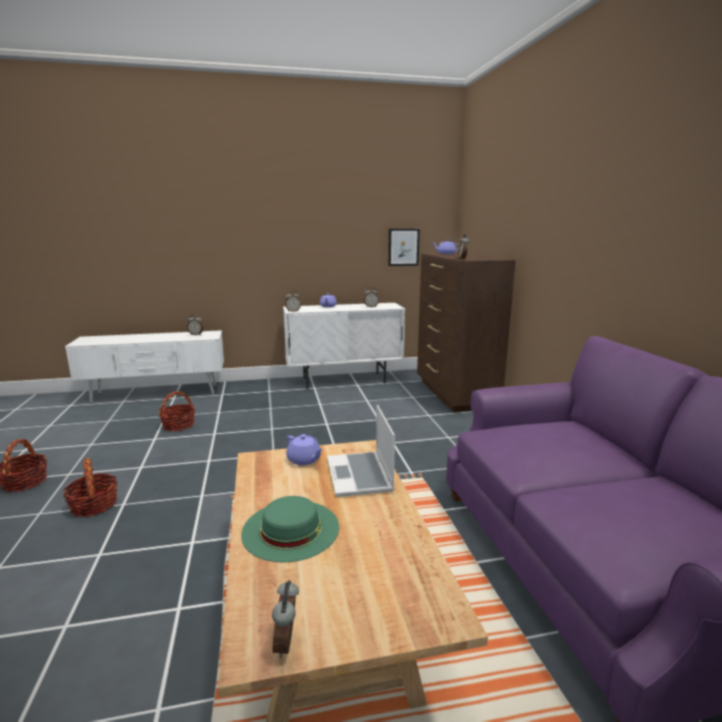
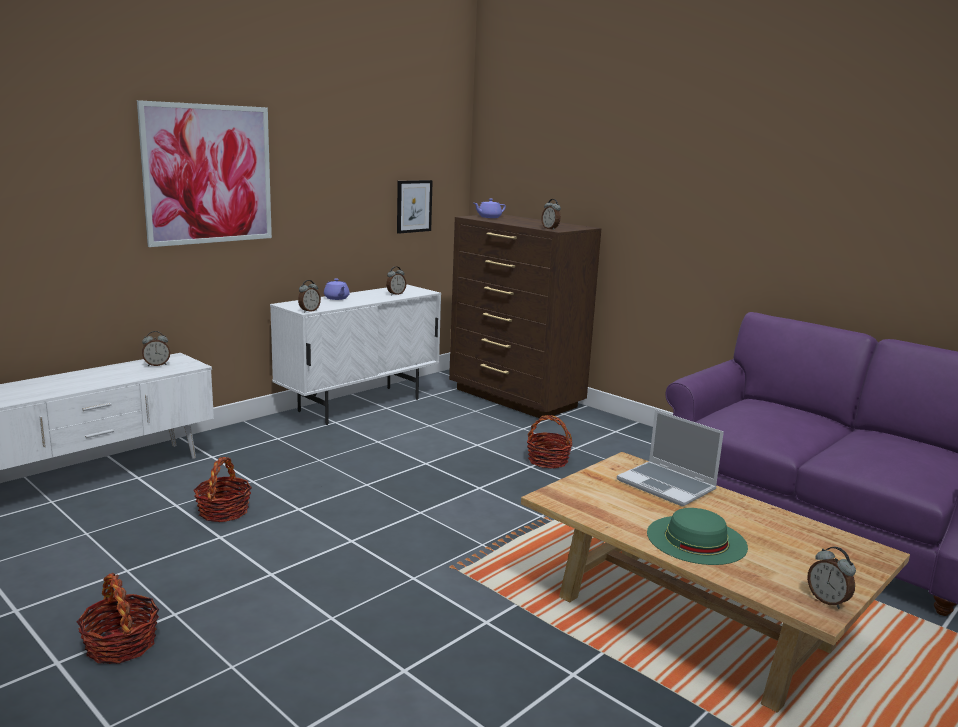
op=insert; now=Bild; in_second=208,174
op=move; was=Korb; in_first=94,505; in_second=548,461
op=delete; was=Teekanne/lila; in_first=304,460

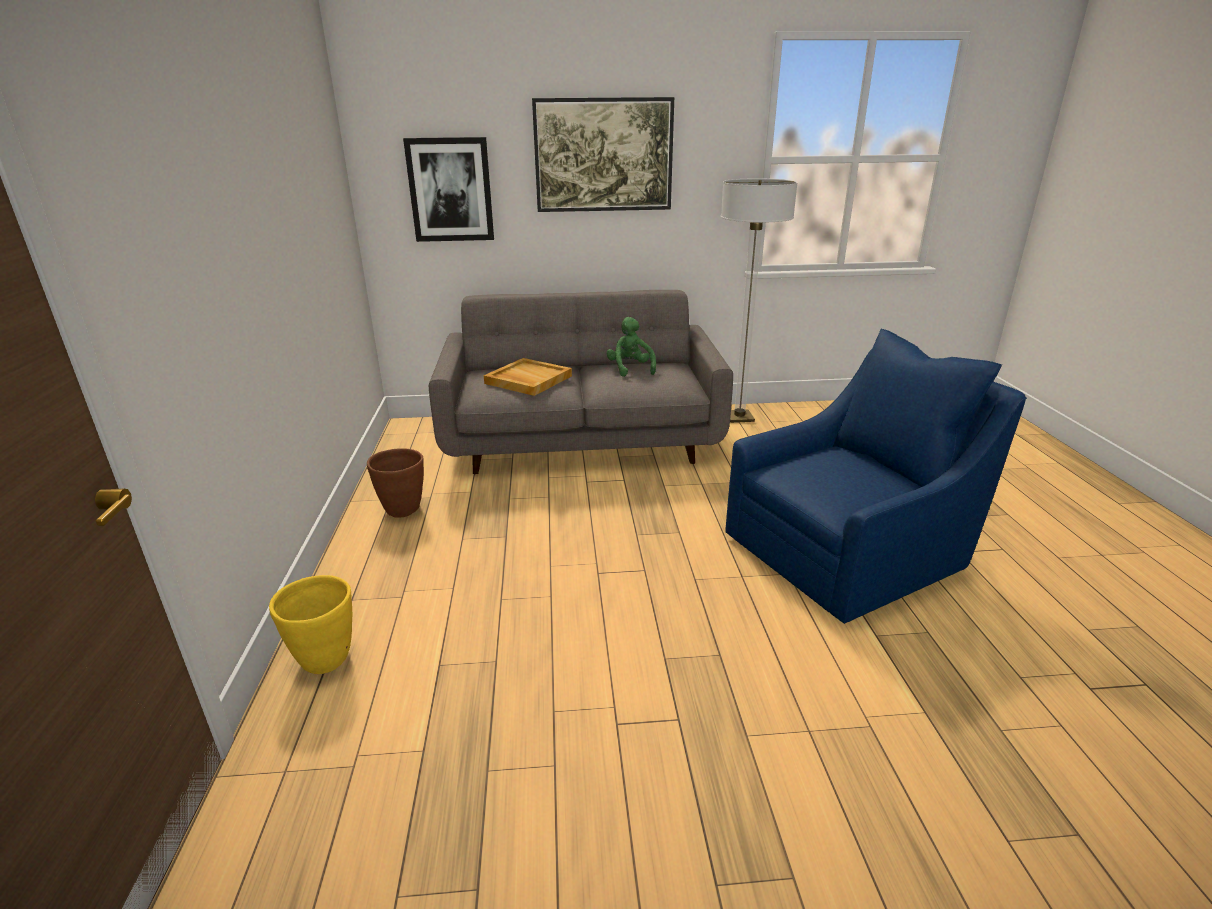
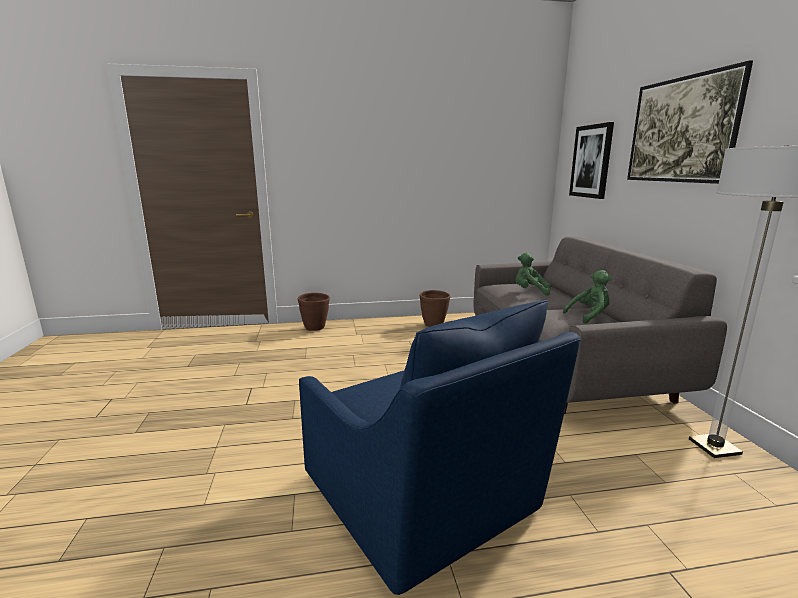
op=recolor; was=Pflanzkübel/gelb; now=Pflanzkübel/braun; in_first=326,659; in_second=315,328
op=replace; was=Tablett/beige; now=Plüschtier/grün; in_first=527,380; in_second=530,292

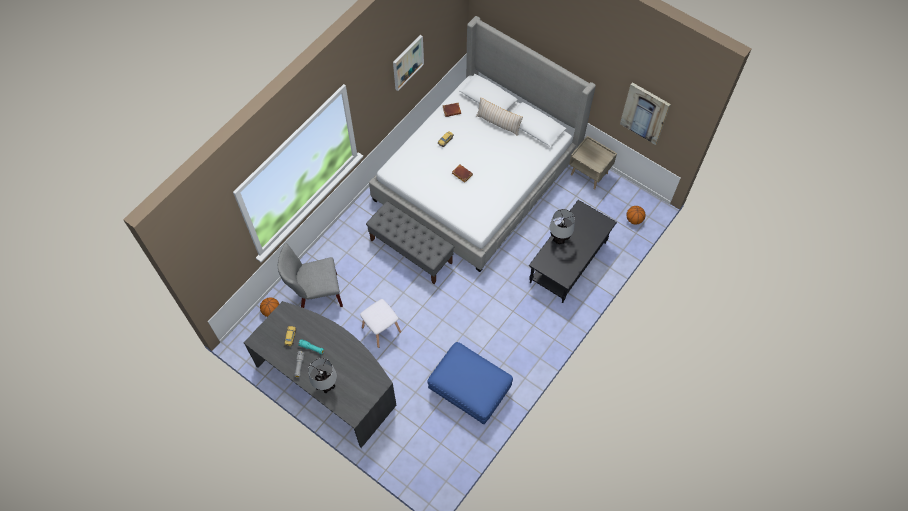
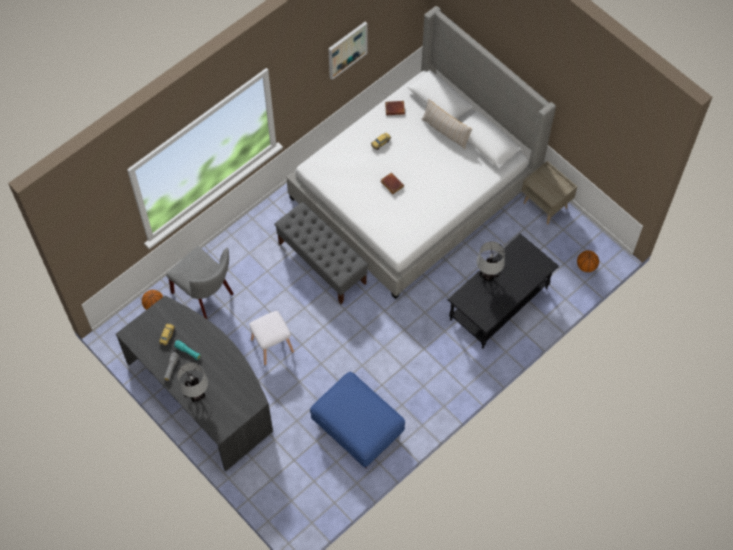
op=rotate; was=Stuhl/grau; in_first=315,294; in_second=206,294; clockwise=-135
op=delete; was=Bild; in_first=645,113

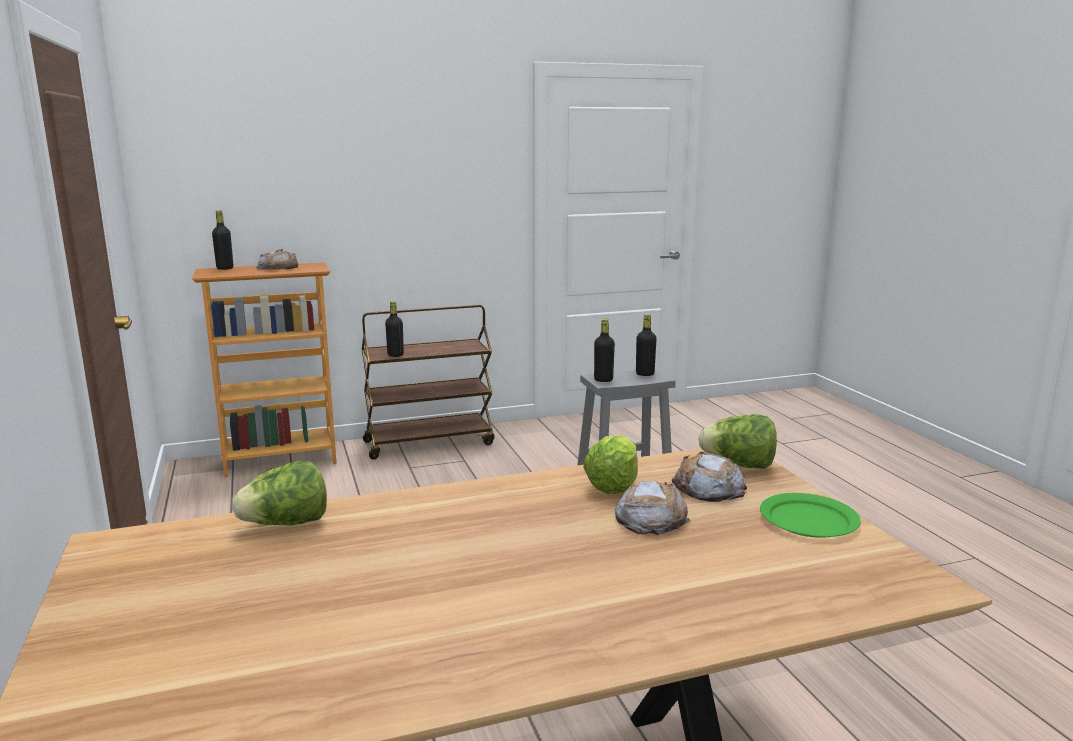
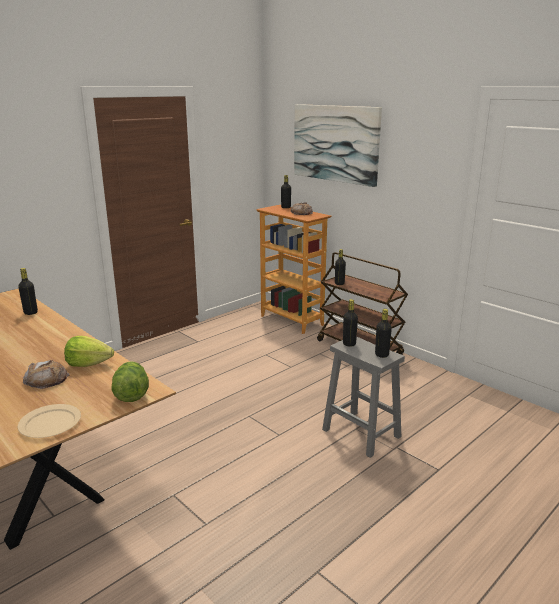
op=replace; was=Salatkopf; now=Flasche/schwarz; in_first=286,524; in_second=30,312
op=recolor; was=Teller/grün; now=Teller/beige; in_first=808,520; in_second=49,423
op=insert; now=Bild; in_second=335,143
op=delete; was=Brot; in_first=708,487

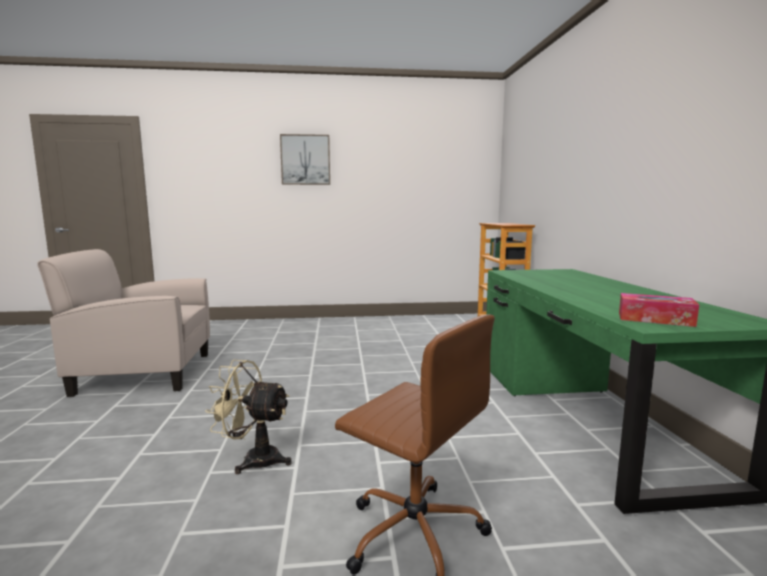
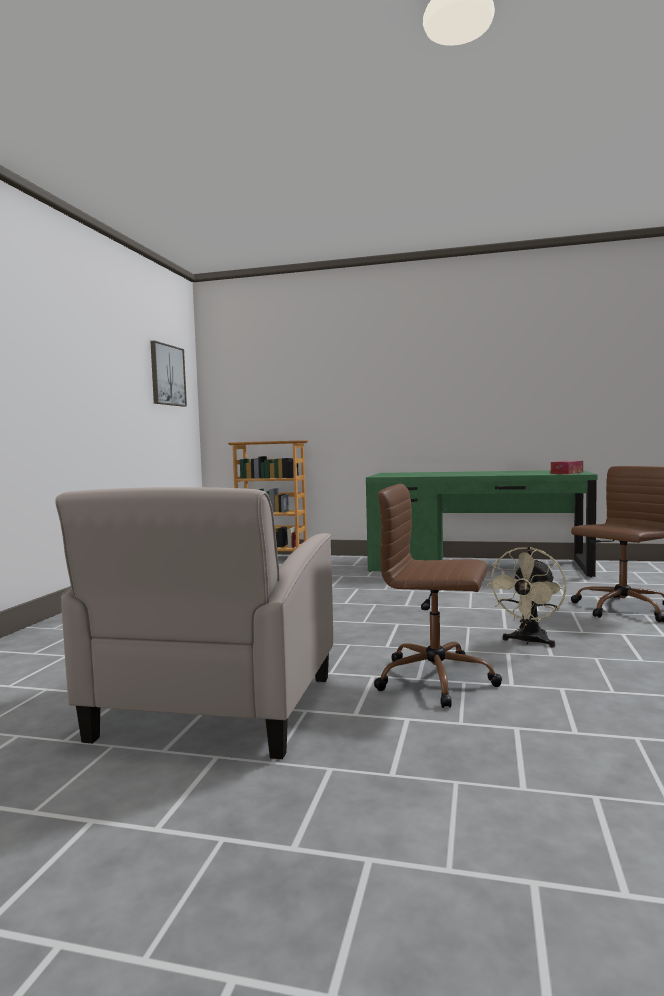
op=move; was=Bild; in_first=305,160; in_second=167,375
op=insert; now=Bürostuhl/braun; in_second=437,680

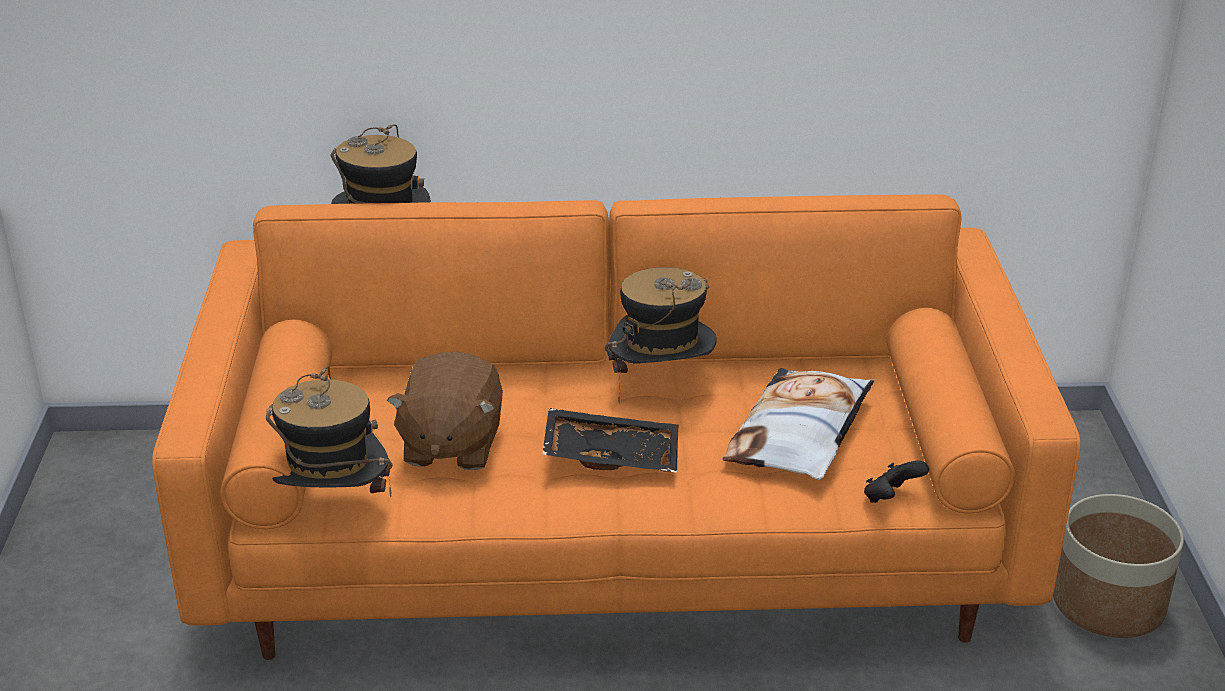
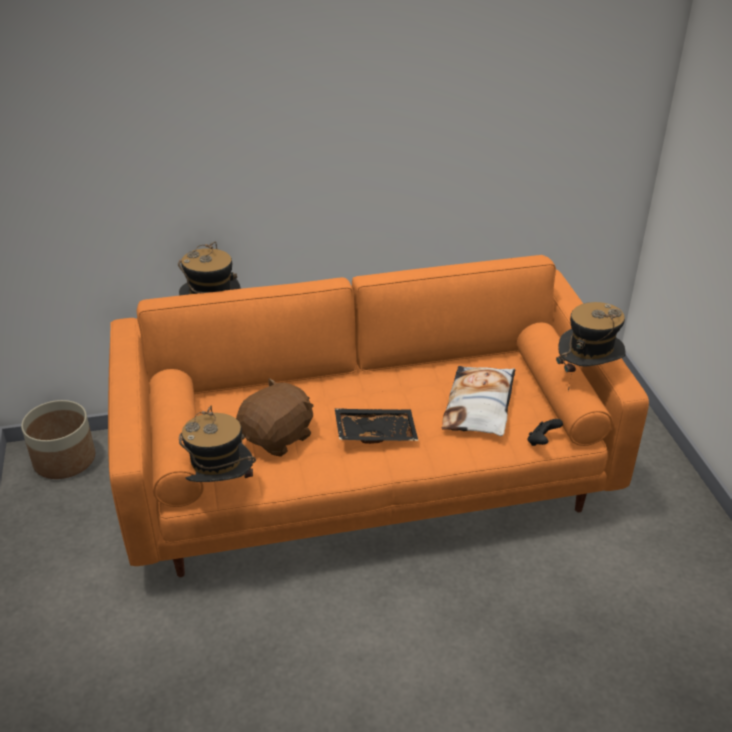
op=move; was=Pflanzkübel; in_first=1108,603; in_second=65,459
op=rotate; was=Plüschtier/braun; in_first=450,445; in_second=278,437; clockwise=-135
op=move; was=Hut; in_first=661,386; in_second=586,376

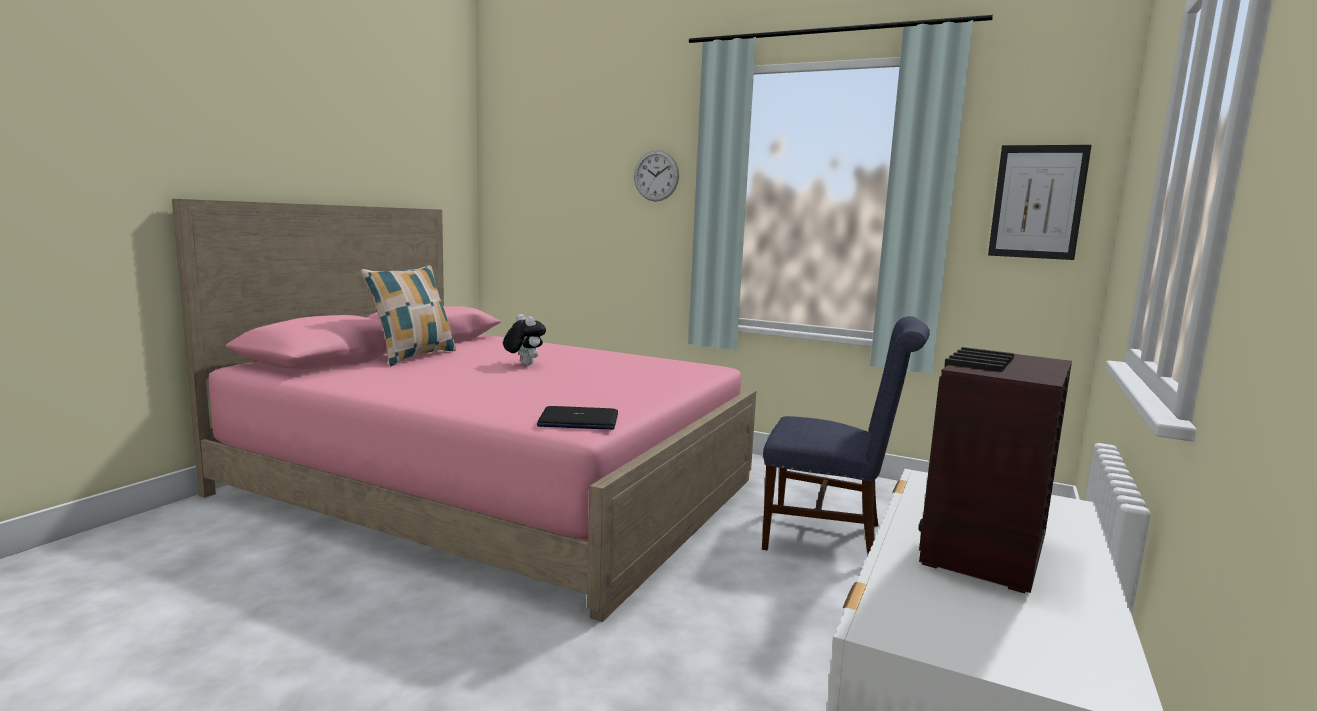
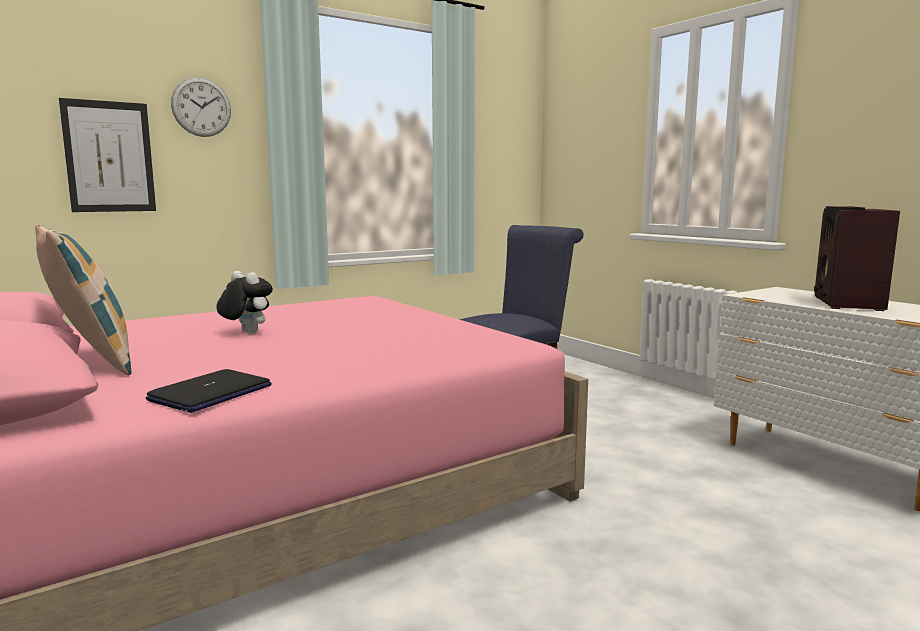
op=move; was=Bild; in_first=1037,202; in_second=109,157
op=move; was=Laptop; in_first=578,421; in_second=211,393
op=rotate; was=Plüschtier; in_first=523,364; in_second=246,333; clockwise=45
op=rotate; was=Radio; in_first=980,550; in_second=847,304; clockwise=45

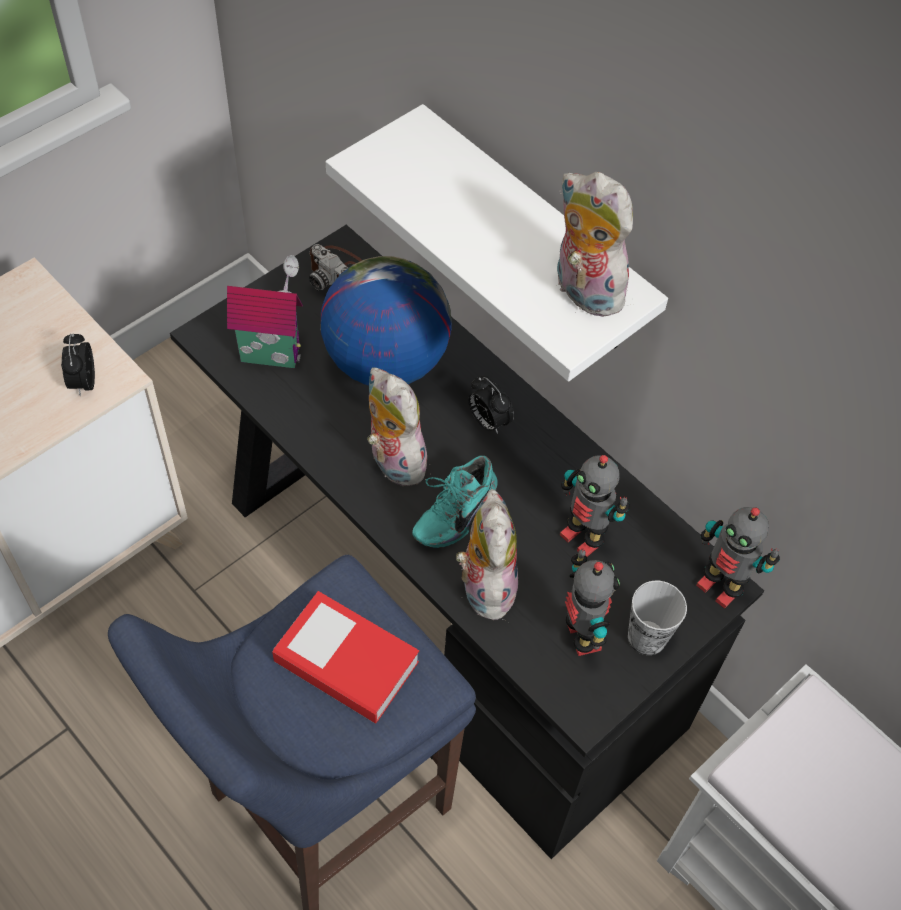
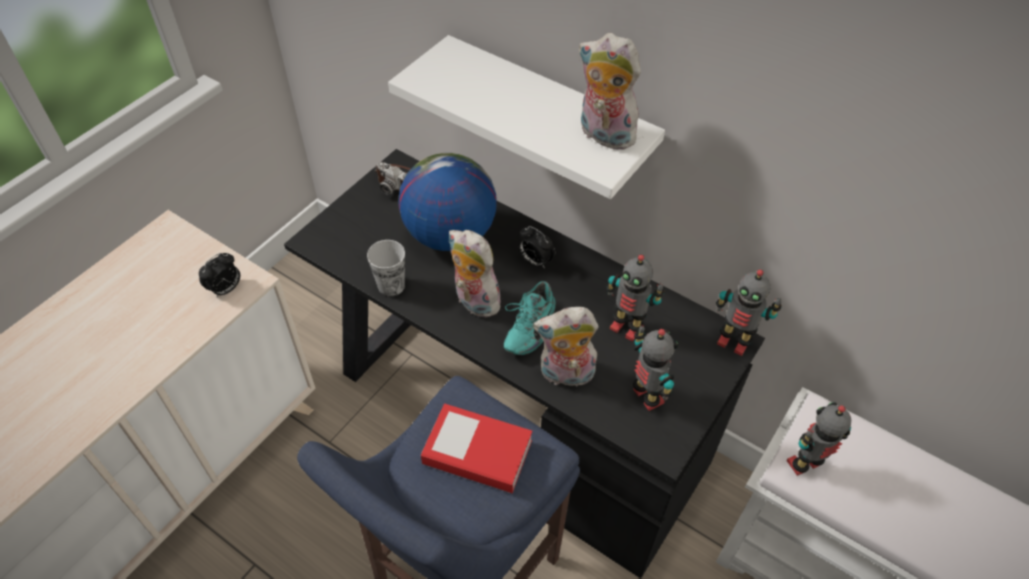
op=rotate; was=Wecker; in_first=83,382; in_second=226,289; clockwise=-120
op=move; was=Tasse; in_first=646,637; in_second=391,286
op=rotate; was=Plüschtier; in_first=484,585; in_second=565,375; clockwise=-75
op=insert; now=Spielzeugroboter; in_second=805,465
op=delete; was=Spielzeughaus; in_first=271,352

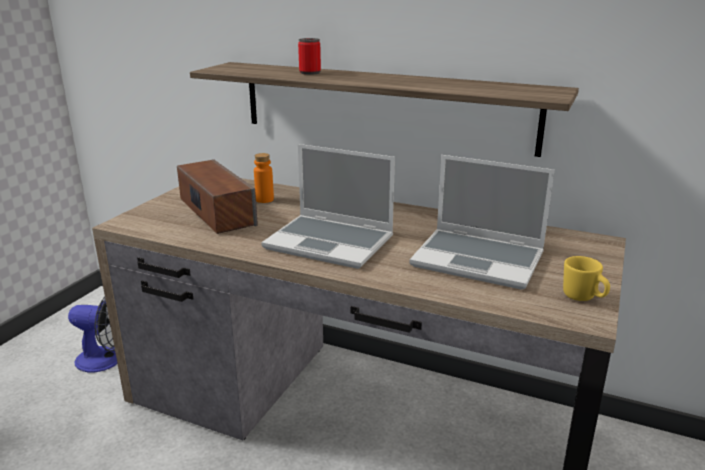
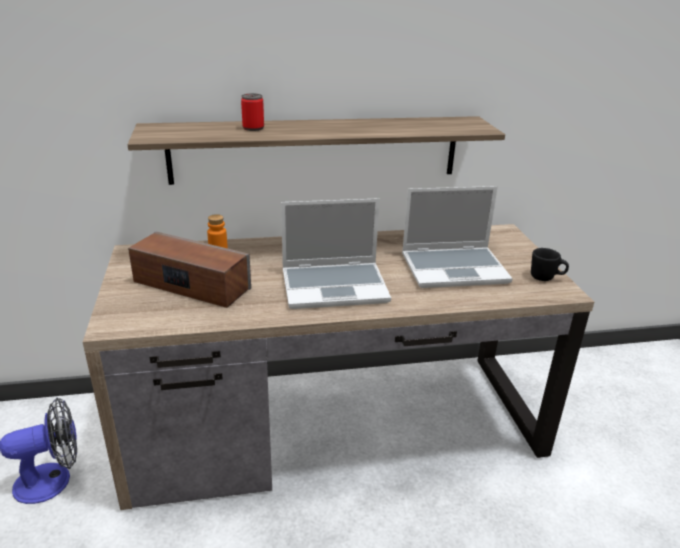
op=recolor; was=Henkelbecher/gelb; now=Henkelbecher/schwarz; in_first=583,298; in_second=546,278

